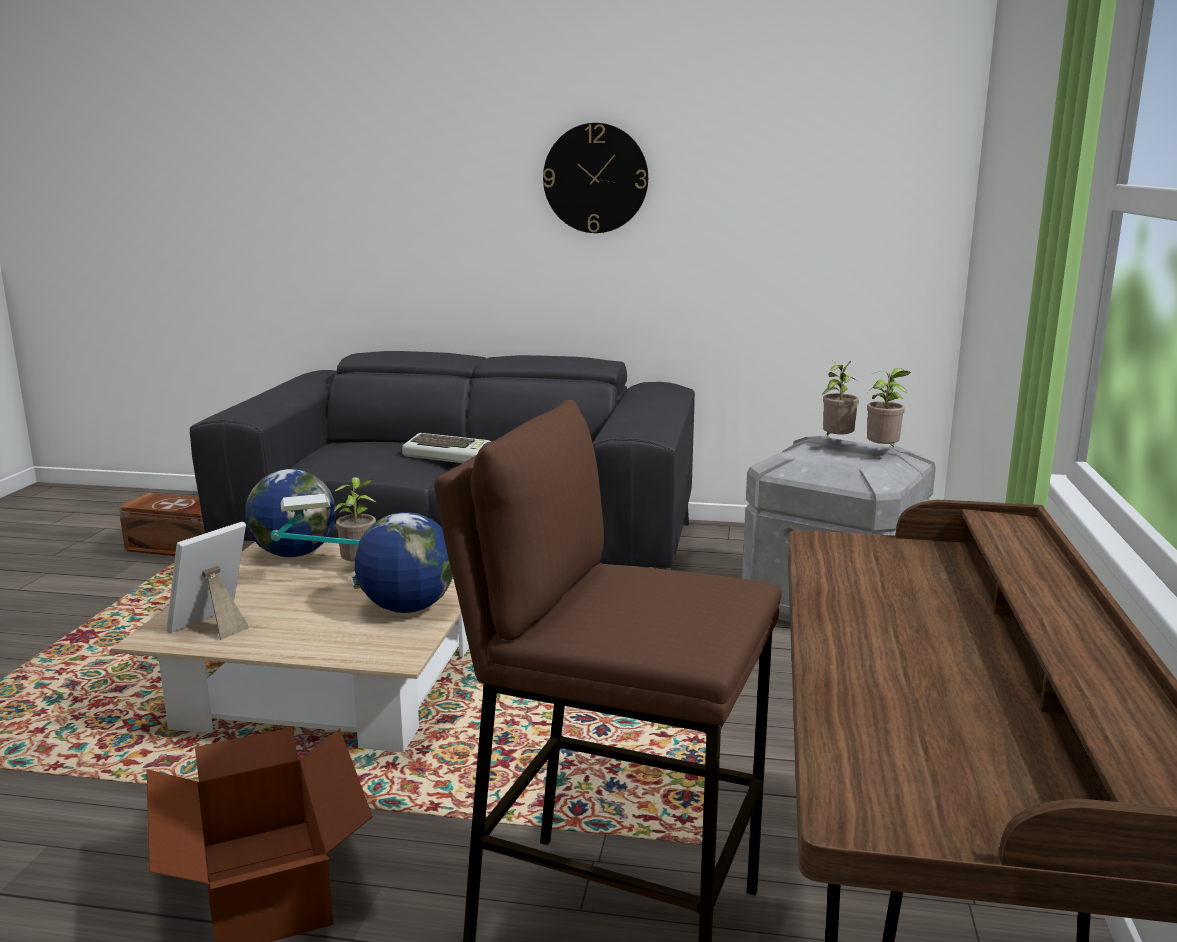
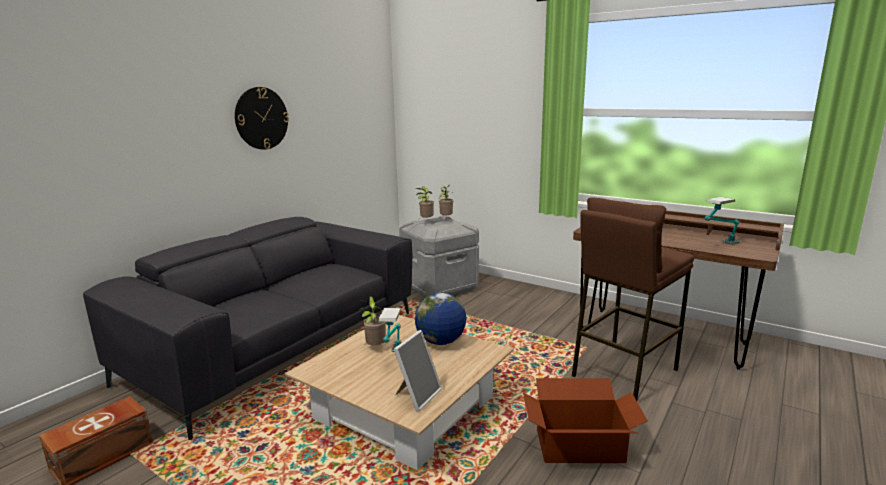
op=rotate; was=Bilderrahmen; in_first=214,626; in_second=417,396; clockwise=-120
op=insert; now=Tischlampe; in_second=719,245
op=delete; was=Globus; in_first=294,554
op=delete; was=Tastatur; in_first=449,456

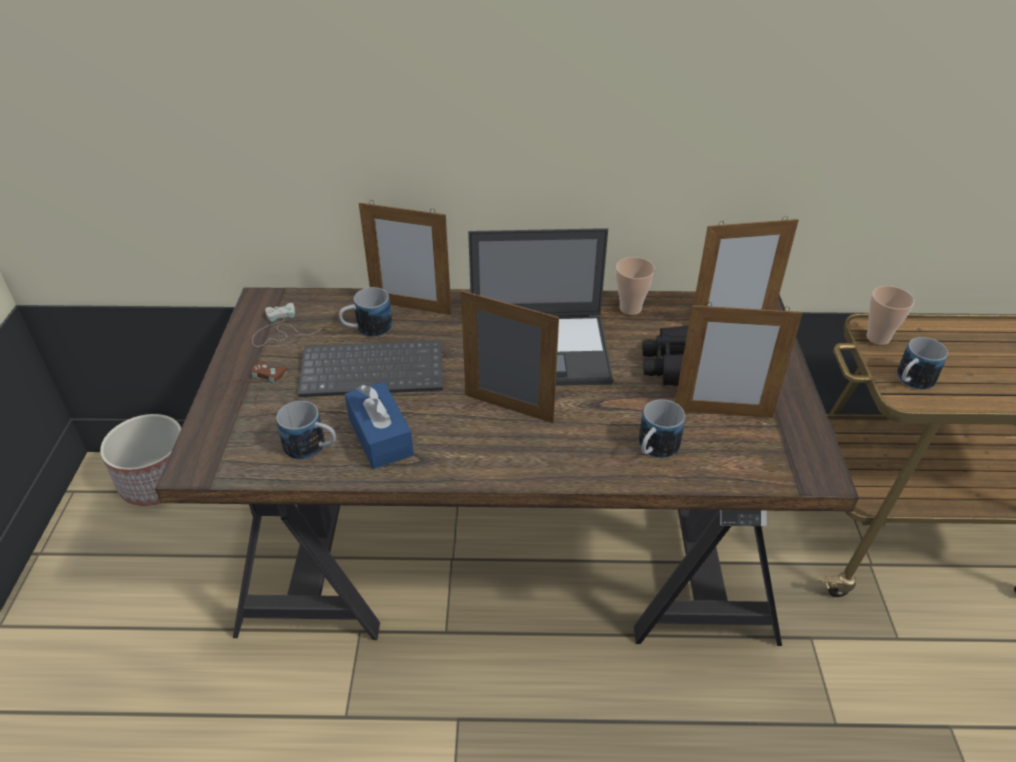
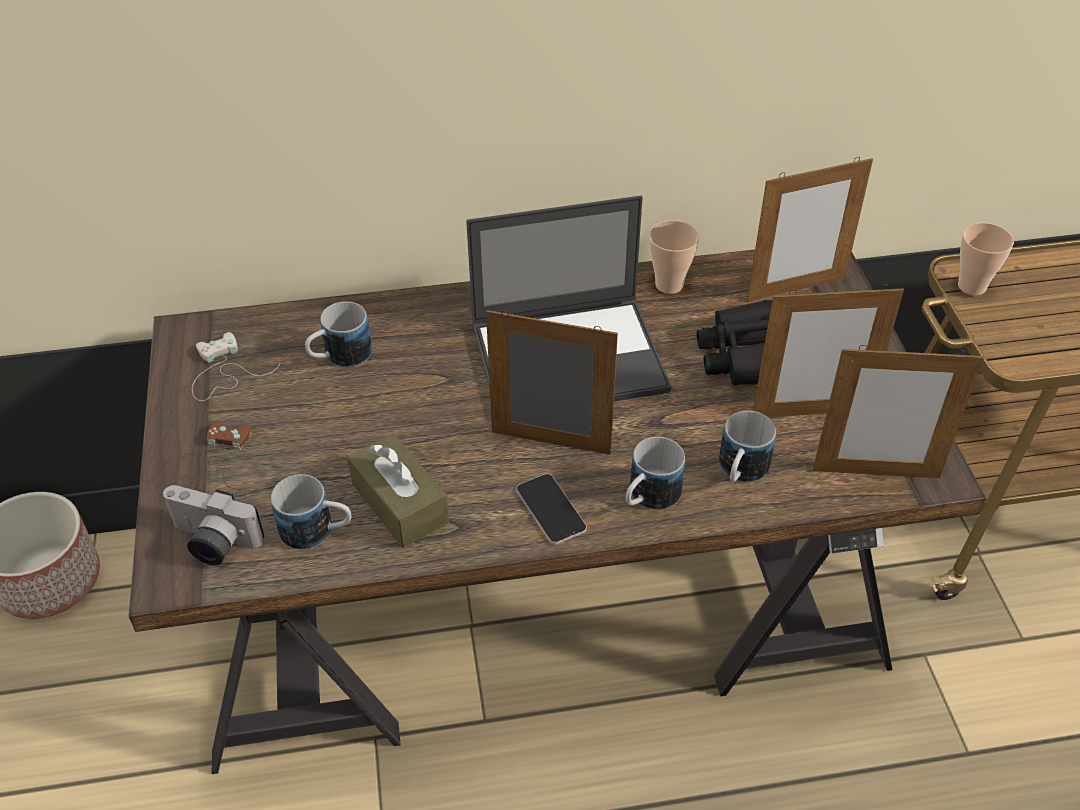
op=insert; now=Kamera; in_second=211,543
op=recolor; was=Taschentuchbox/blau; now=Taschentuchbox/braun; in_first=380,436; in_second=400,503
op=insert; now=Handy; in_second=551,509
op=move; was=Henkelbecher; in_first=910,382; in_second=648,498
op=move; was=Bilderrahmen; in_first=411,307; in_second=875,473
op=delete; was=Tastatur; in_first=374,370

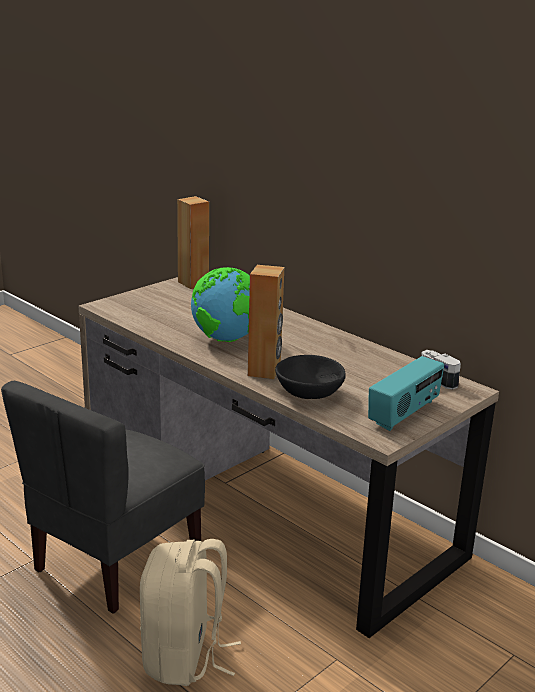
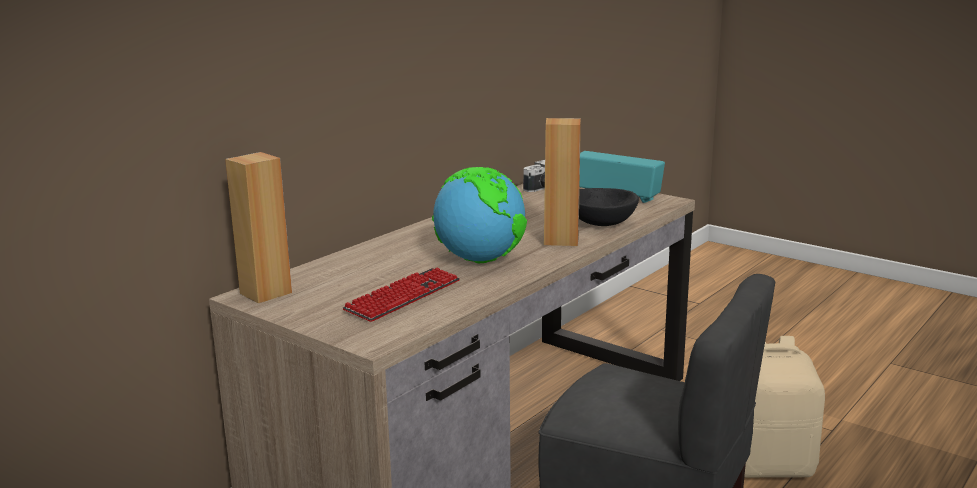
op=insert; now=Tastatur; in_second=403,296

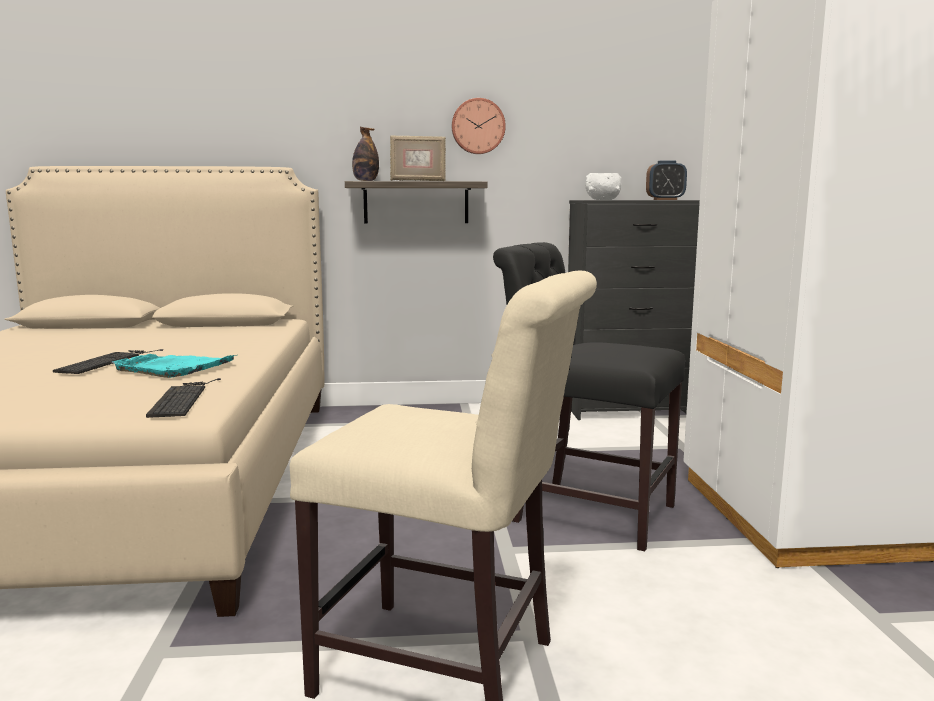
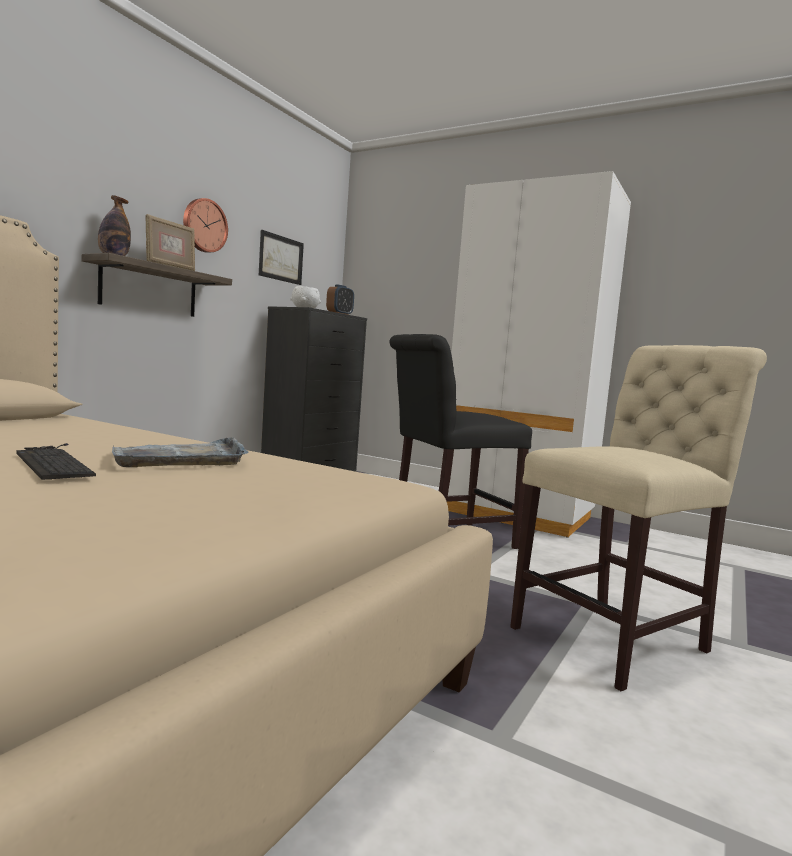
op=recolor; was=Tablett/türkis; now=Tablett/grau; in_first=174,368; in_second=181,458
op=insert; now=Bild; in_second=281,258
op=delete; was=Tastatur; in_first=183,398

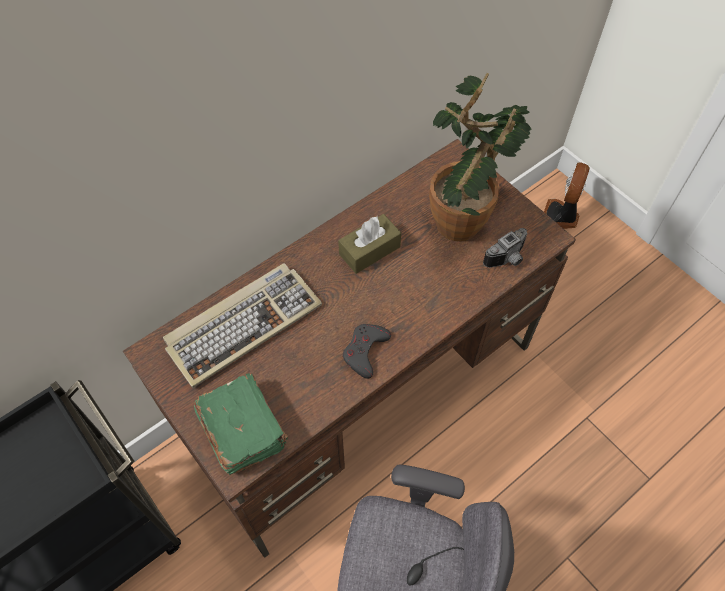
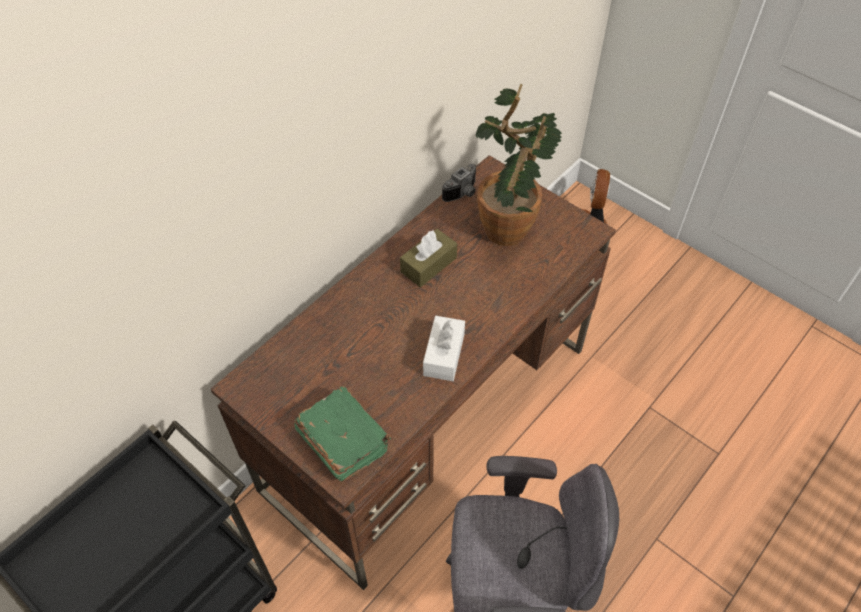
op=replace; was=Gamepad/grau; now=Taschentuchbox/weiß; in_first=365,351; in_second=444,355
op=move; was=Kamera; in_first=508,259; in_second=463,193
op=delete; was=Tastatur; in_first=243,324

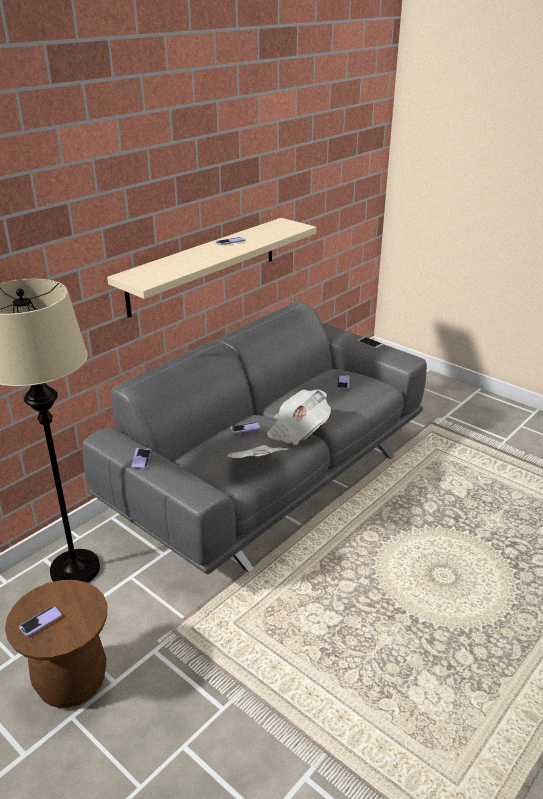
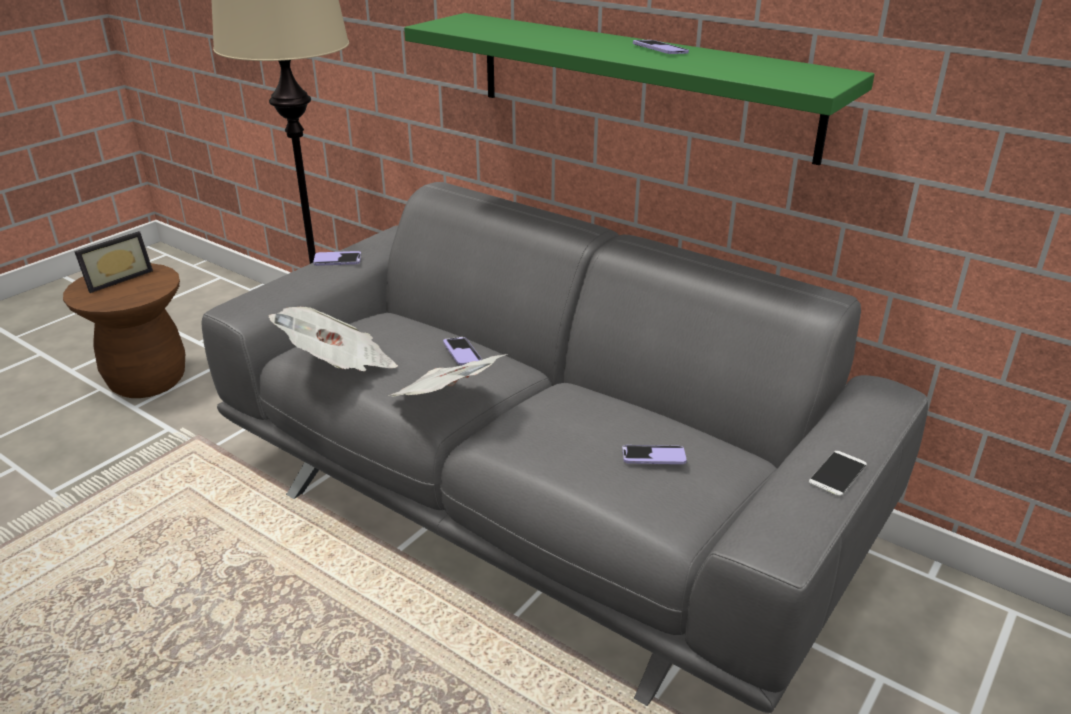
op=replace; was=Handy; now=Bilderrahmen; in_first=40,622; in_second=116,278
op=recolor; was=Wandregal/beige; now=Wandregal/grün; in_first=204,265; in_second=639,83

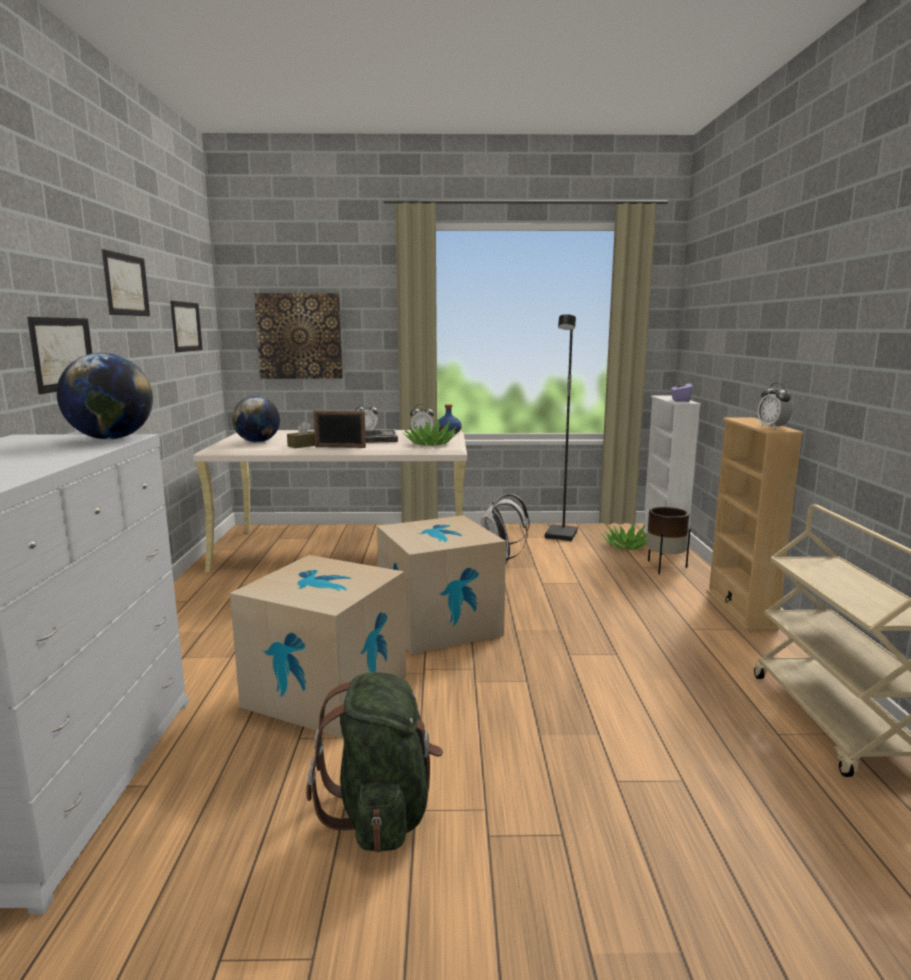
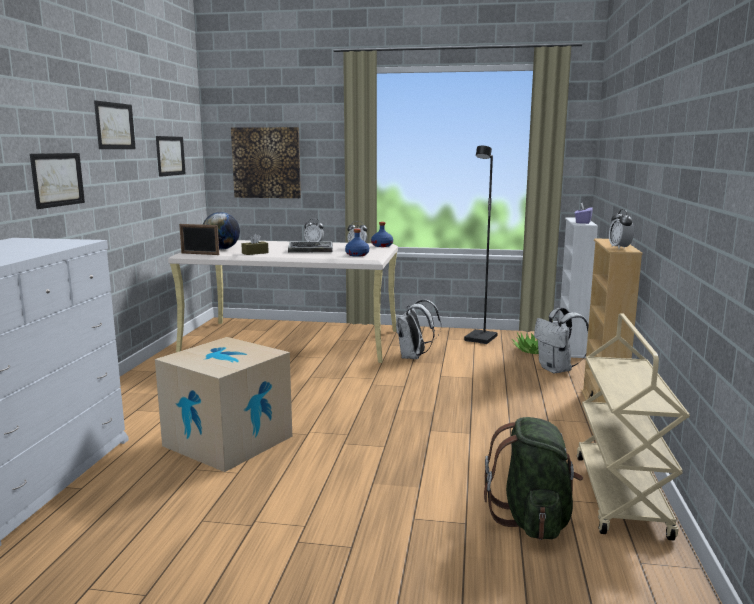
op=move; was=Bilderrahmen; in_first=340,447; in_second=200,254
op=replace; was=Topfpflanze; now=Flasche/blau; in_first=430,444; in_second=357,255
op=move; was=Rucksack/grün; in_first=382,812; in_second=533,519
op=replace; was=Pflanzkübel/braun; now=Rucksack/weiß; in_first=665,567; in_second=557,370
op=delete; was=Globus; in_first=111,439
op=delete; was=Karton; in_first=439,624

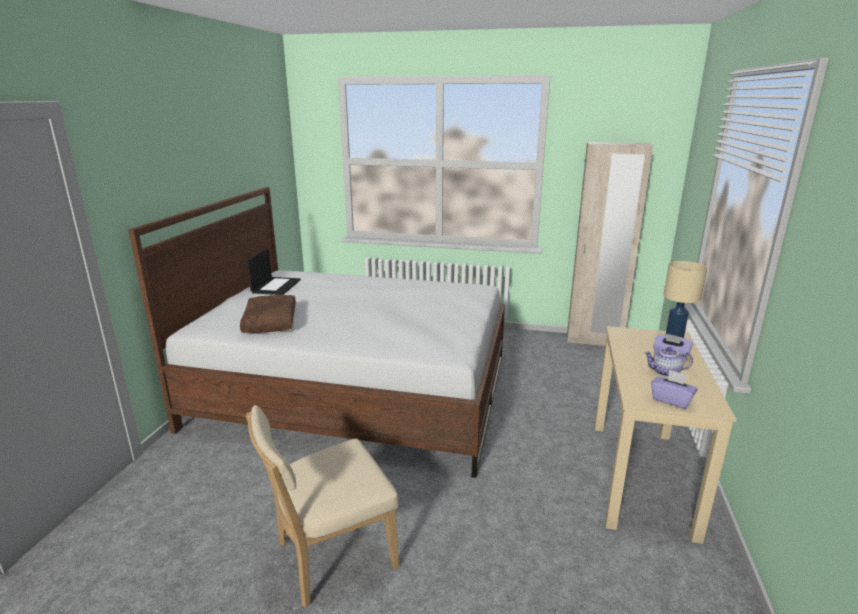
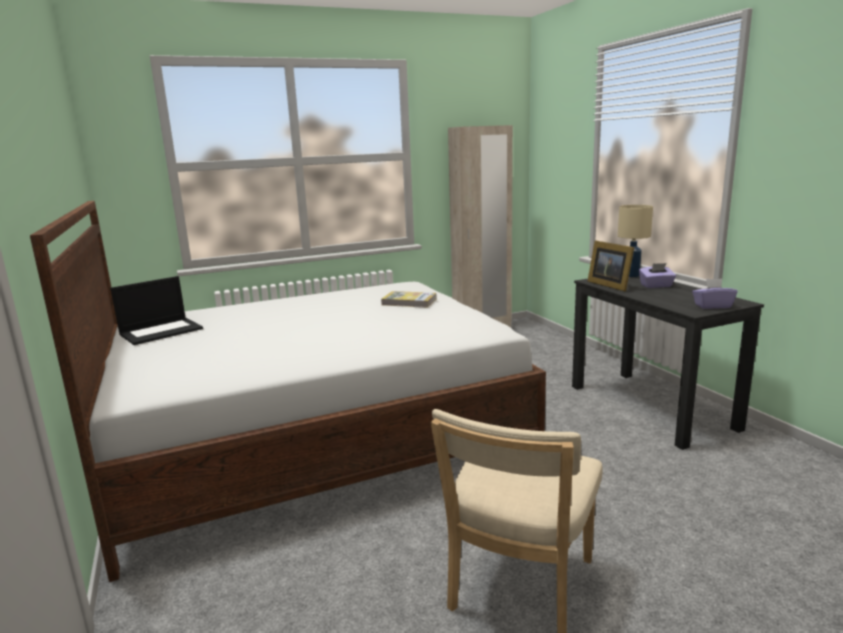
op=rotate; was=Laptop; in_first=276,286; in_second=161,331; clockwise=75
op=insert; now=Buch; in_second=409,302
op=recolor; was=Schreibtisch/beige; now=Schreibtisch/schwarz; in_first=640,476; in_second=651,407
op=insert; now=Bilderrahmen; in_second=609,285
op=delete; was=Kissen/braun; in_first=269,321
op=delete; was=Teekanne; in_first=665,372

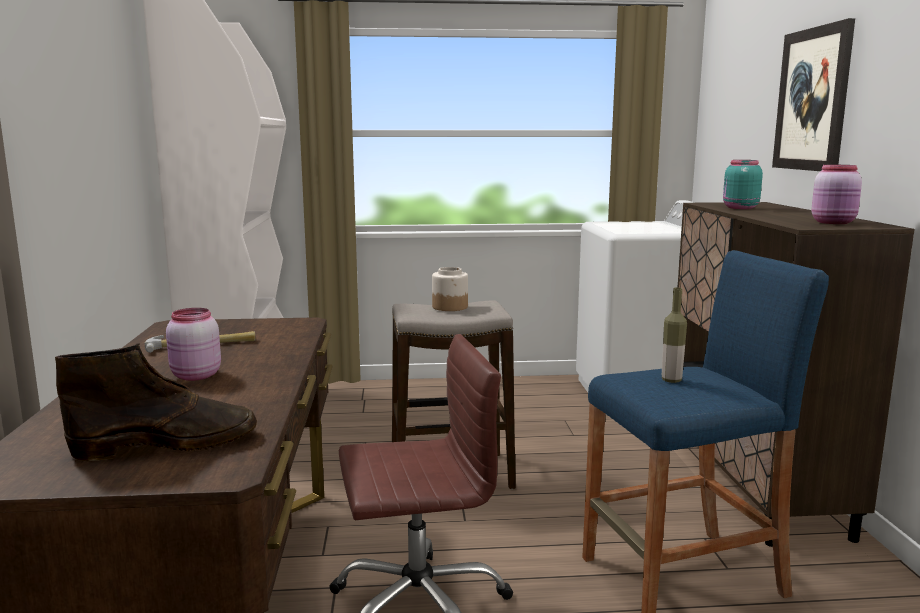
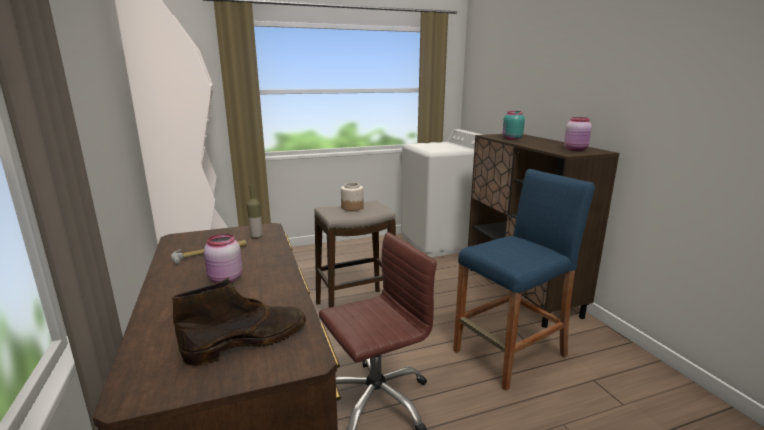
op=move; was=Flasche; in_first=671,380; in_second=256,237
op=delete; was=Bild; in_first=812,100

